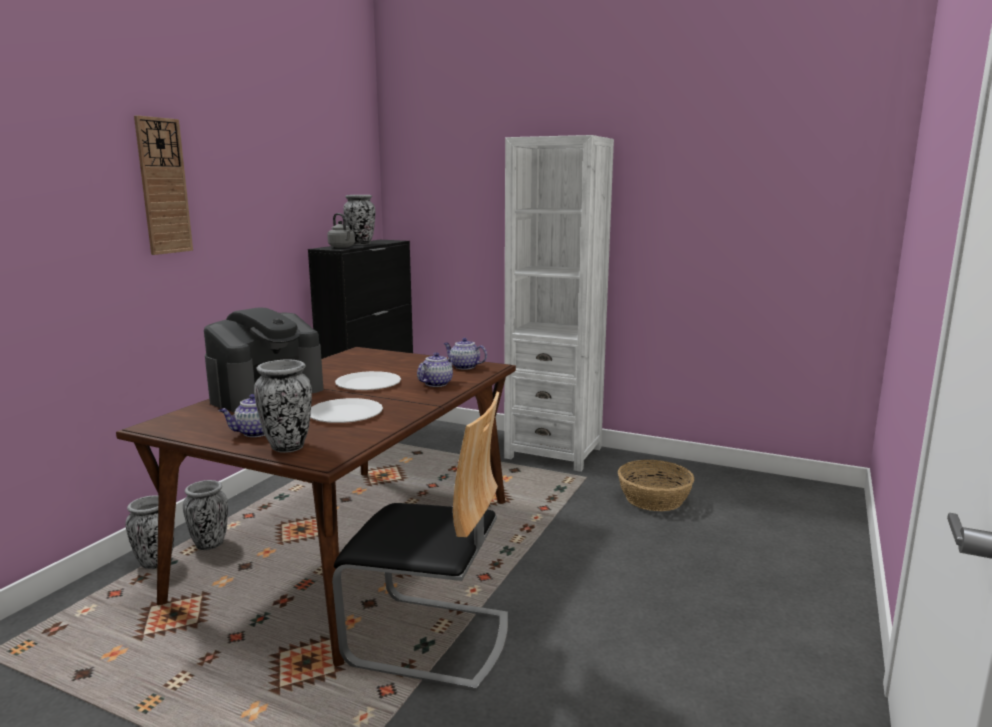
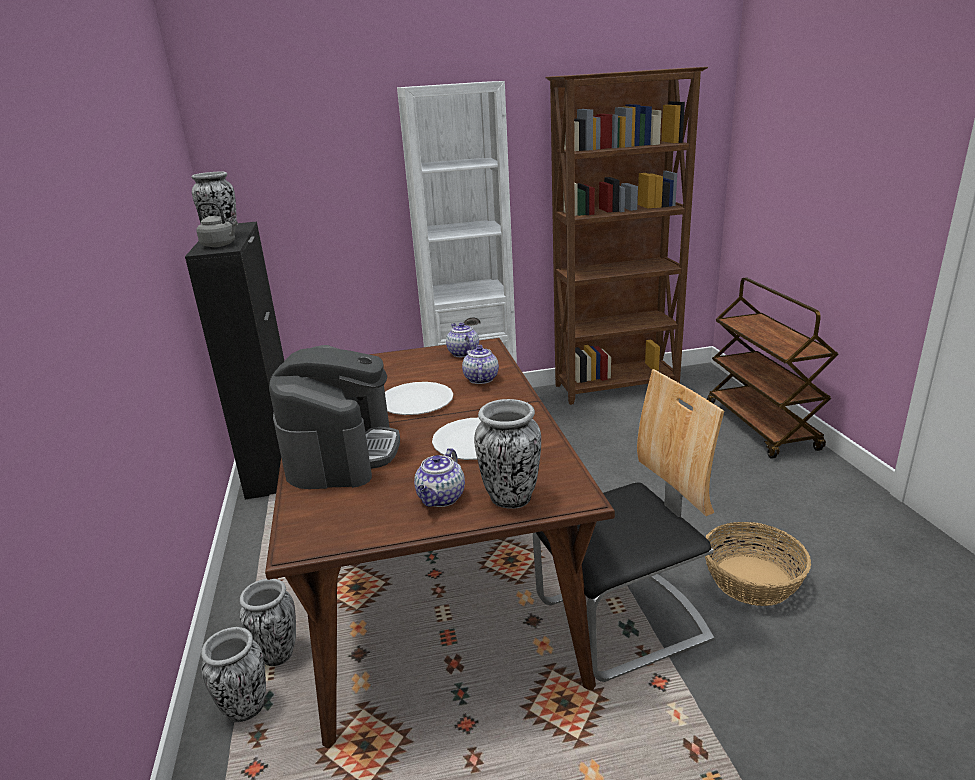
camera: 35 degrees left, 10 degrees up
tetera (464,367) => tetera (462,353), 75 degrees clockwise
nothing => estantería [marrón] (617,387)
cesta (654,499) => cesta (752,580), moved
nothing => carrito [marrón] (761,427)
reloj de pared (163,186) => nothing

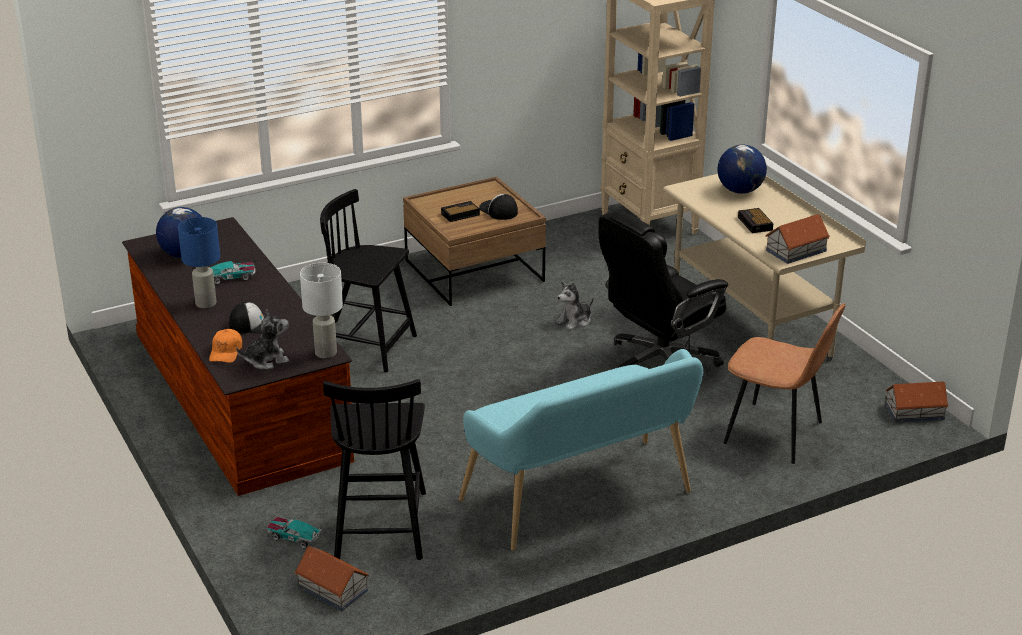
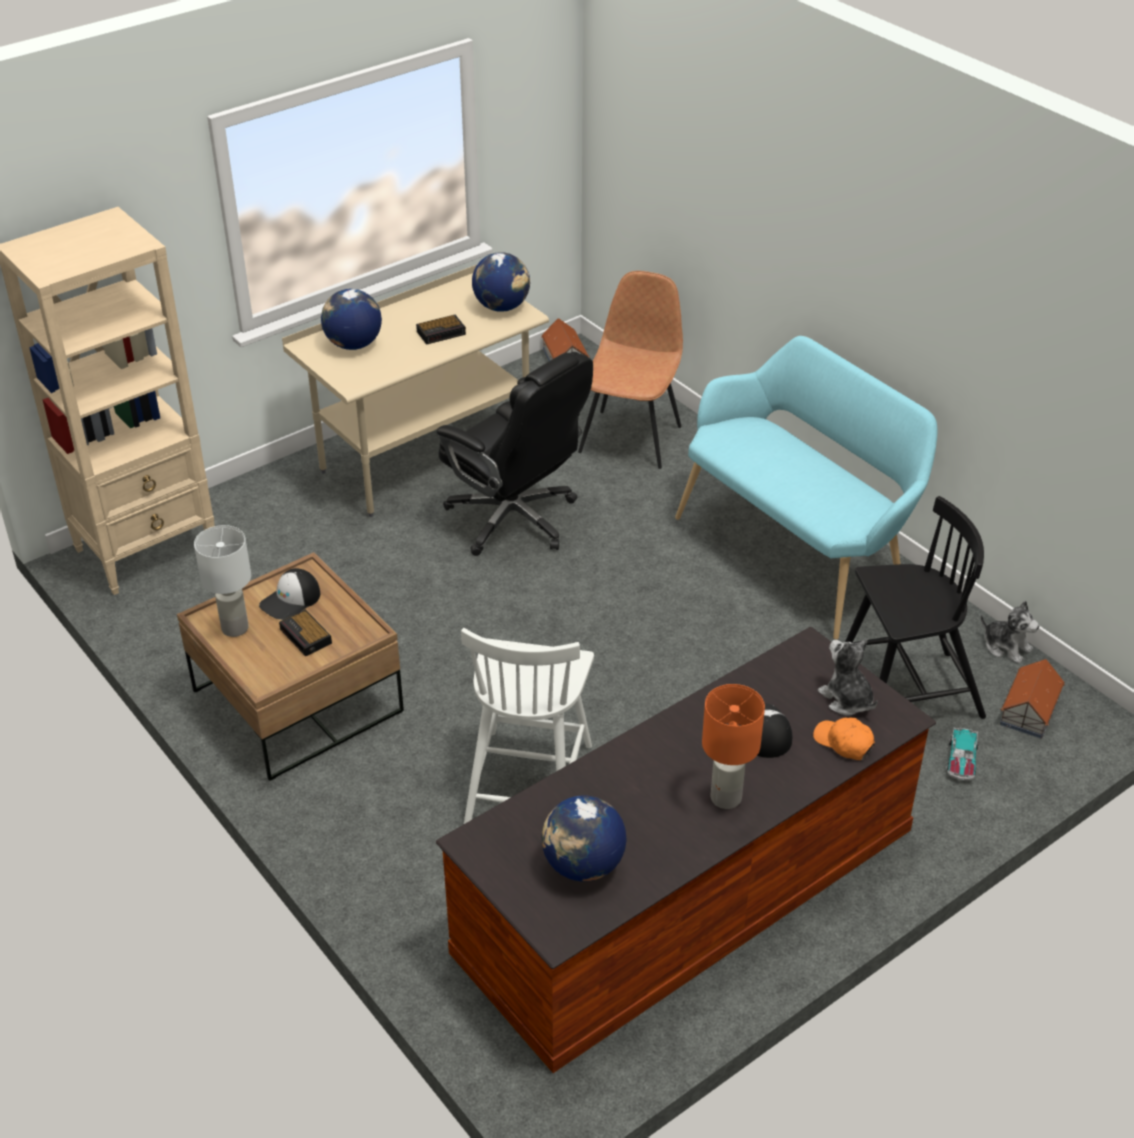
camera: 100 degrees left, 10 degrees up
lámpara de mesa [blanco] (326,353) => lámpara de mesa [blanco] (235,628), moved
silla [negro] (362,346) => silla [blanco] (528,782)
casita (796,250) => globo terráqueo (502,307)
lámpara de mesa [azul] (205,303) => lámpara de mesa [naranja] (726,798)
gorra [naranja] (226,352) => gorra [naranja] (843,743), 135 degrees counterclockwise
peluche (575,321) => peluche (1006,647), moved
coche de juguete (231,277) => nothing

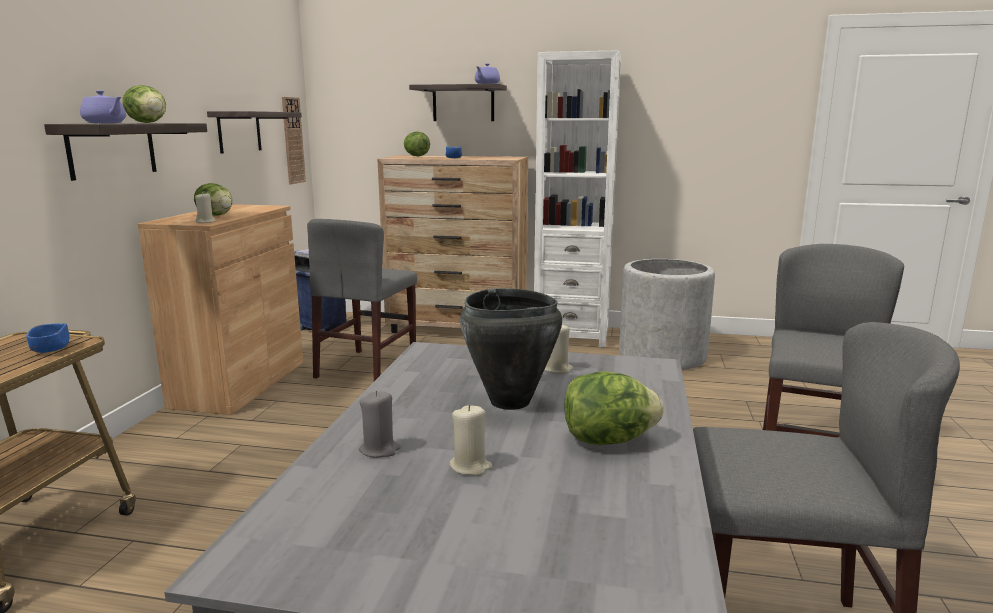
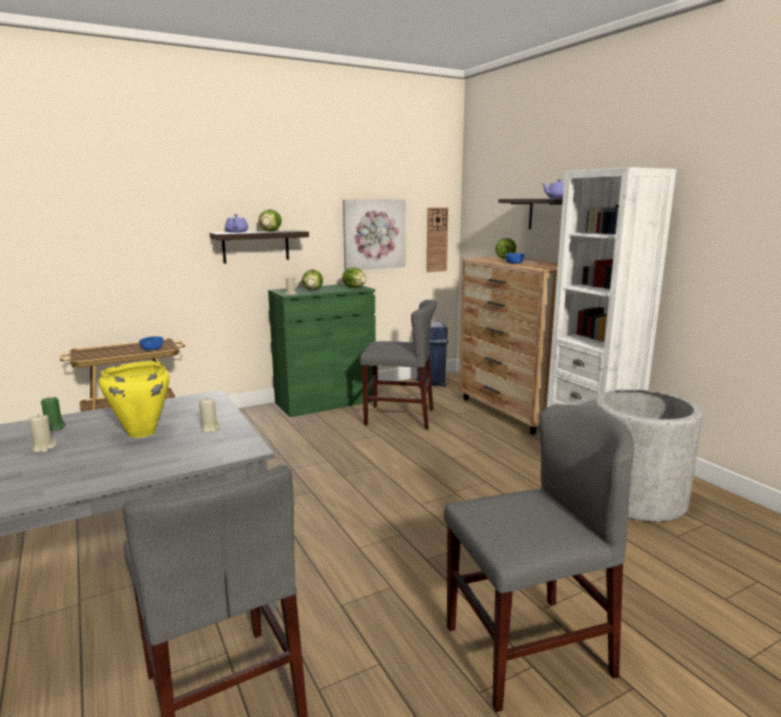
camera: 50 degrees right, 0 degrees up
vela [gris] (380,450) => vela [verde] (55,427)
olla [negro] (509,402) => olla [amarillo] (141,433)
armario [marrón] (240,383) => armario [verde] (325,402)
lechuga (608,440) => lechuga (354,287), moved
estante (239,132) => cuadro (374,234)
silla [gris] (367,368) => silla [gris] (399,417), 150 degrees counterclockwise

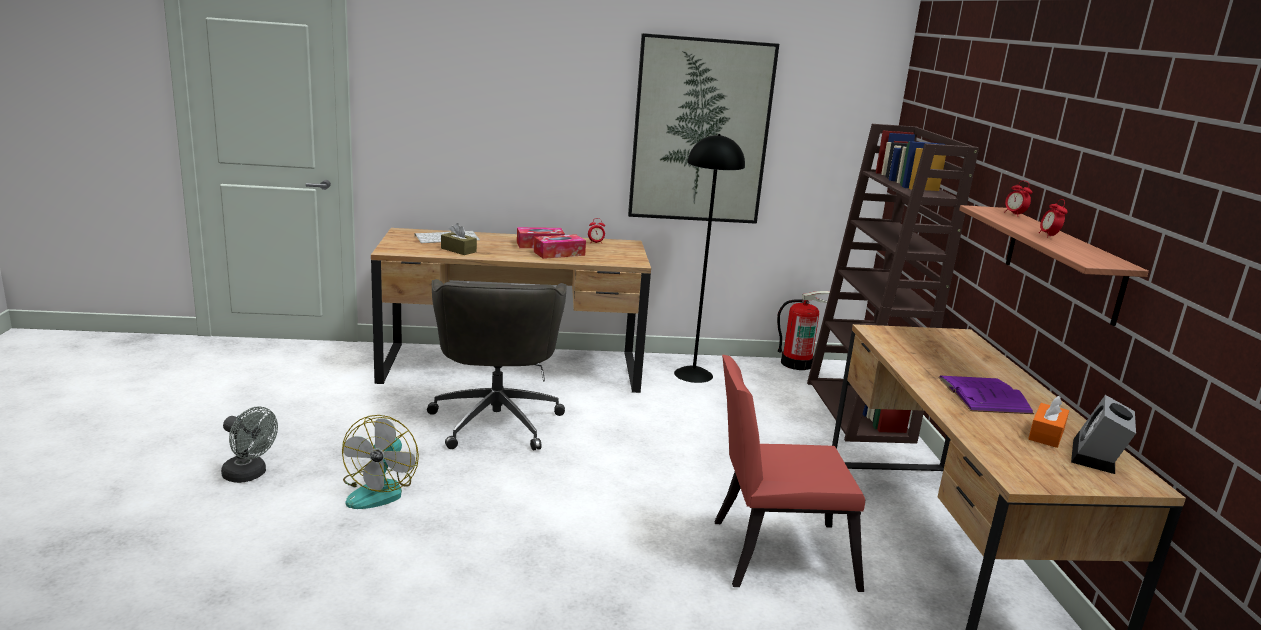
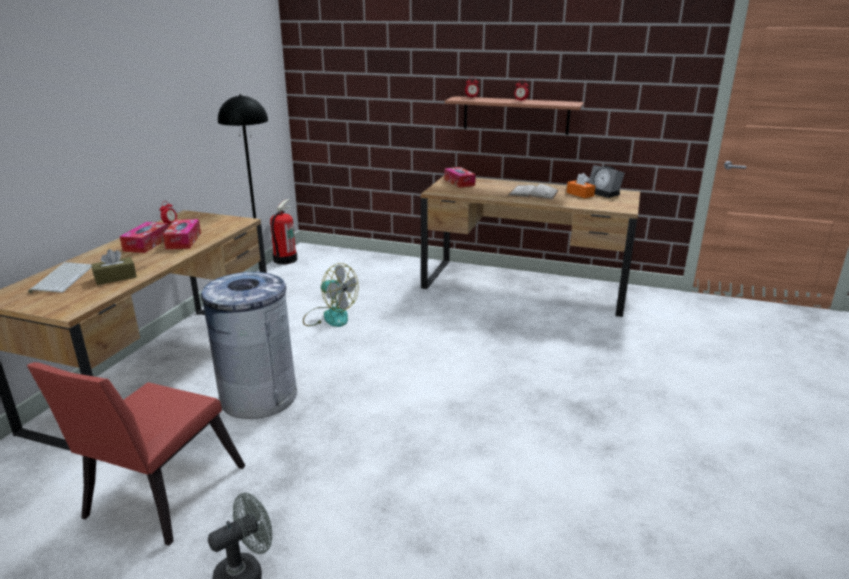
camera: 65 degrees left, 5 degrees up
silla [rojo] (773,553) => silla [rojo] (158,497), moved
silla de oficina [gris] (496,420) => papelera [gris] (258,397)
ventilador (380,490) => ventilador (329,316), moved
nothing => caja de pañuelos (459,182)
libro [morado] (984,395) => libro [blanco] (533,193)
cuadro (701,131) => nothing
estantería [marrón] (860,412) => nothing

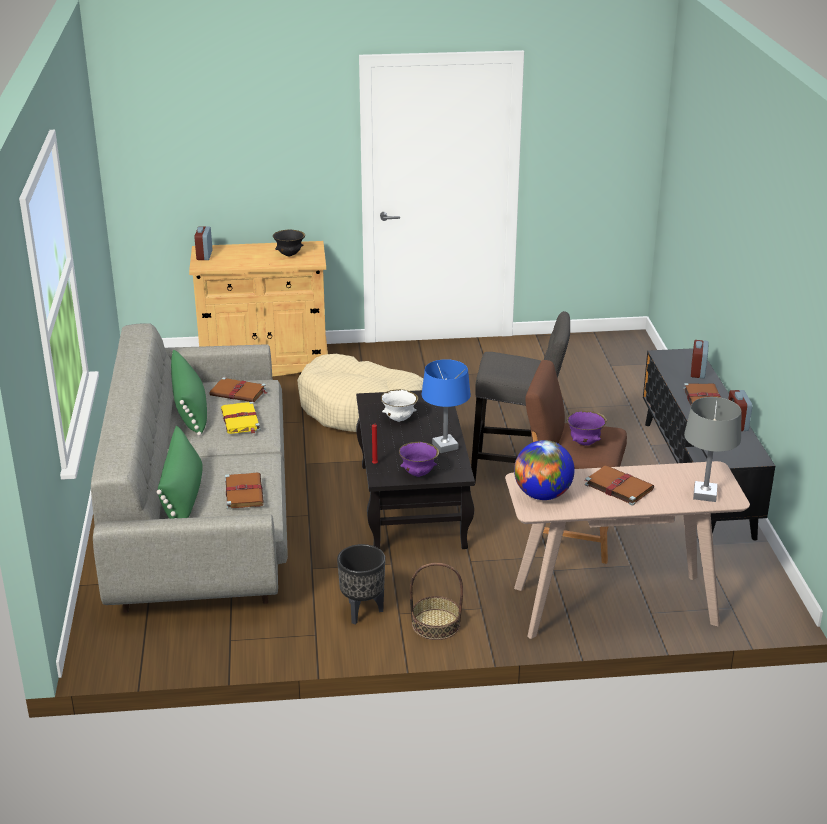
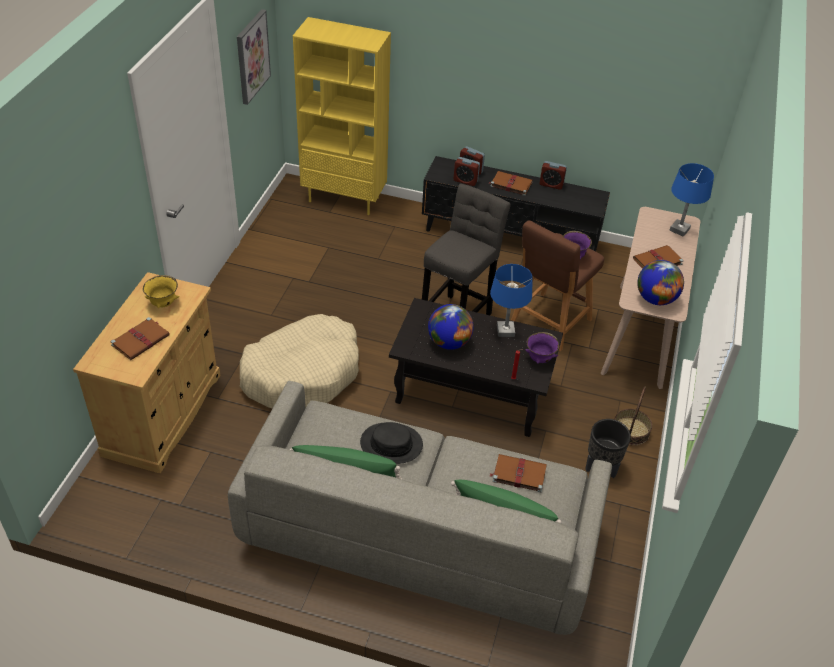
camera: 70 degrees left, 15 degrees up
libro [marrón] (239,392) => libro [marrón] (141,340), moved
cuenco [negro] (289,255) => cuenco [amarillo] (163,303)
nothing => cuadro (252,56)
nothing => estantería [amarillo] (344,199)
libro [amarillo] (240,420) => sombrero [negro] (391,444)
cuenco [blanco] (399,419) => globo terráqueo (449,342)
despertador (204,255) => despertador (465,181), moved
lámpara de mesa [gris] (705,494) => lámpara de mesa [azul] (679,229)

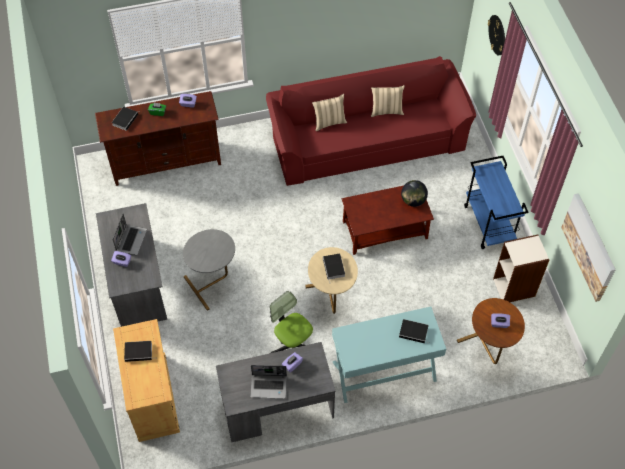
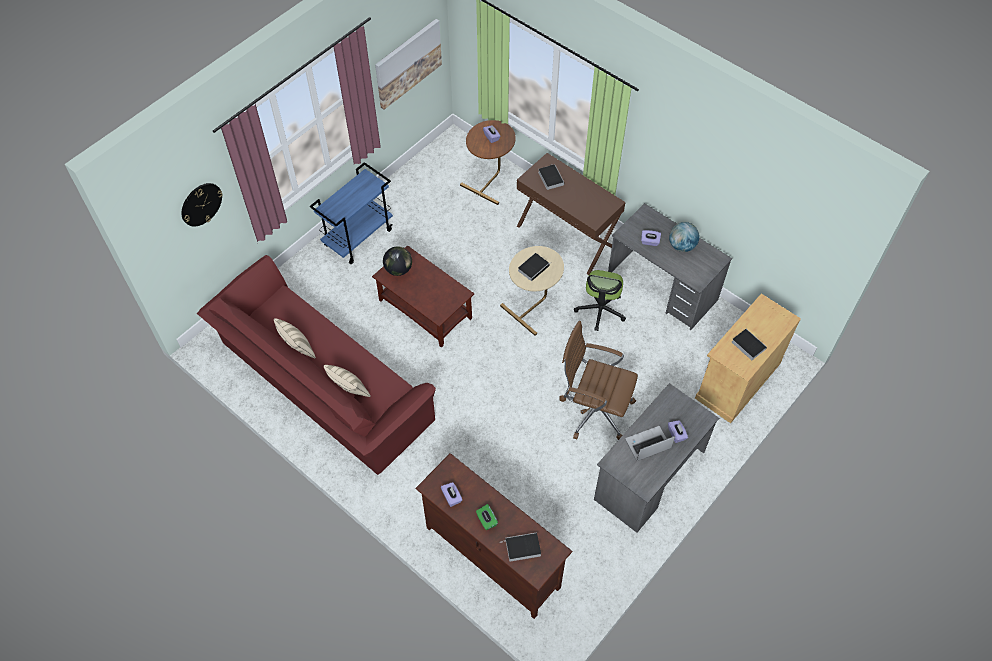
camera: 125 degrees left, 0 degrees up
mesa consola [turquesa] (384,371) => mesa consola [marrón] (566,236)
mesa auxiliar [gris] (213,283) => silla de oficina [marrón] (594,409)
portátil (269,386) => globo terráqueo (681,246)
estantería (514,287) => nothing

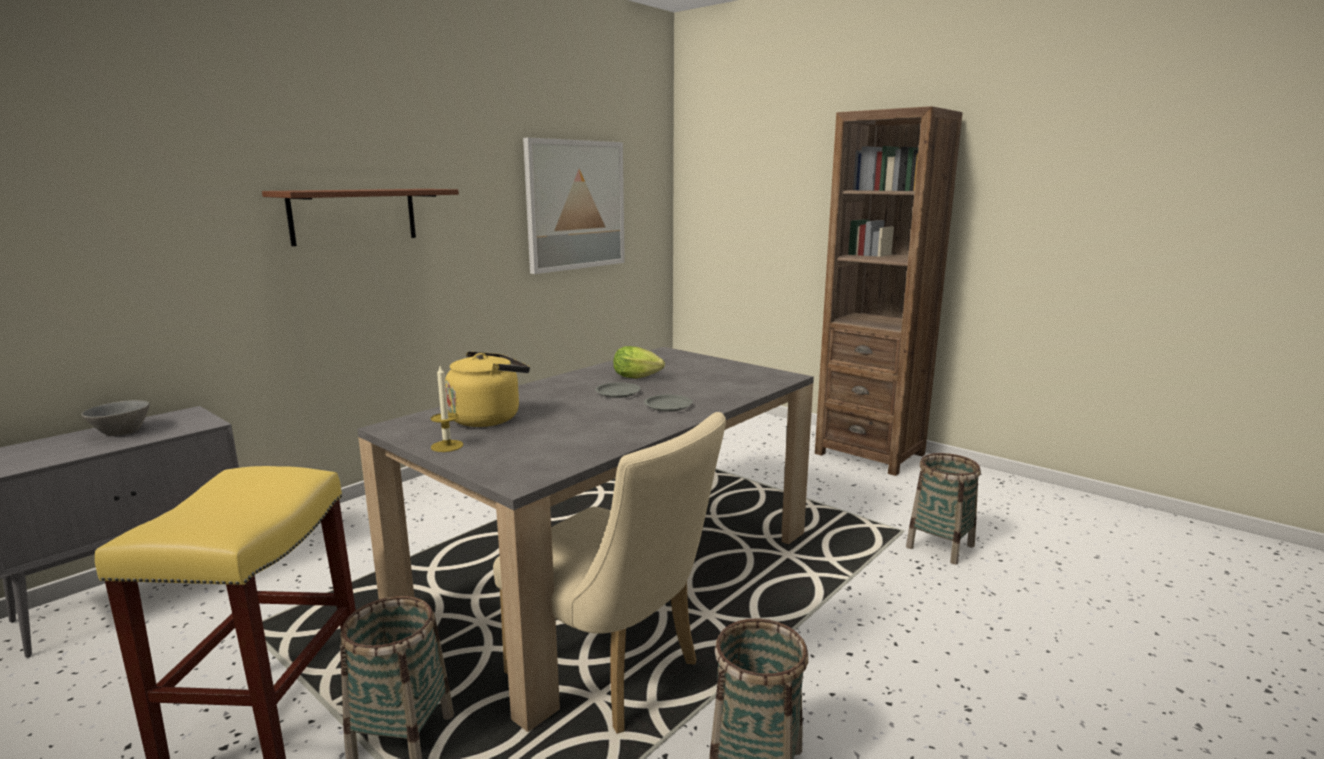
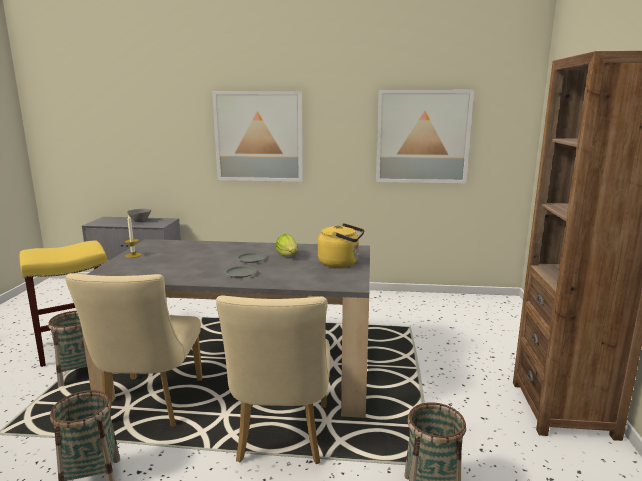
camera: 55 degrees right, 0 degrees up
estante [marrón] (354,215) => cuadro (259,136)
nothing => silla [beis] (281,438)
hervidor [amarillo] (489,418) => hervidor [amarillo] (341,263), moved

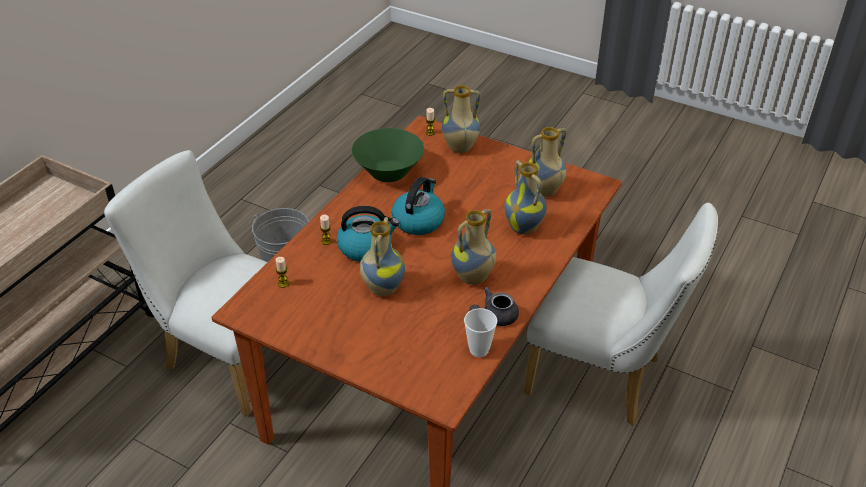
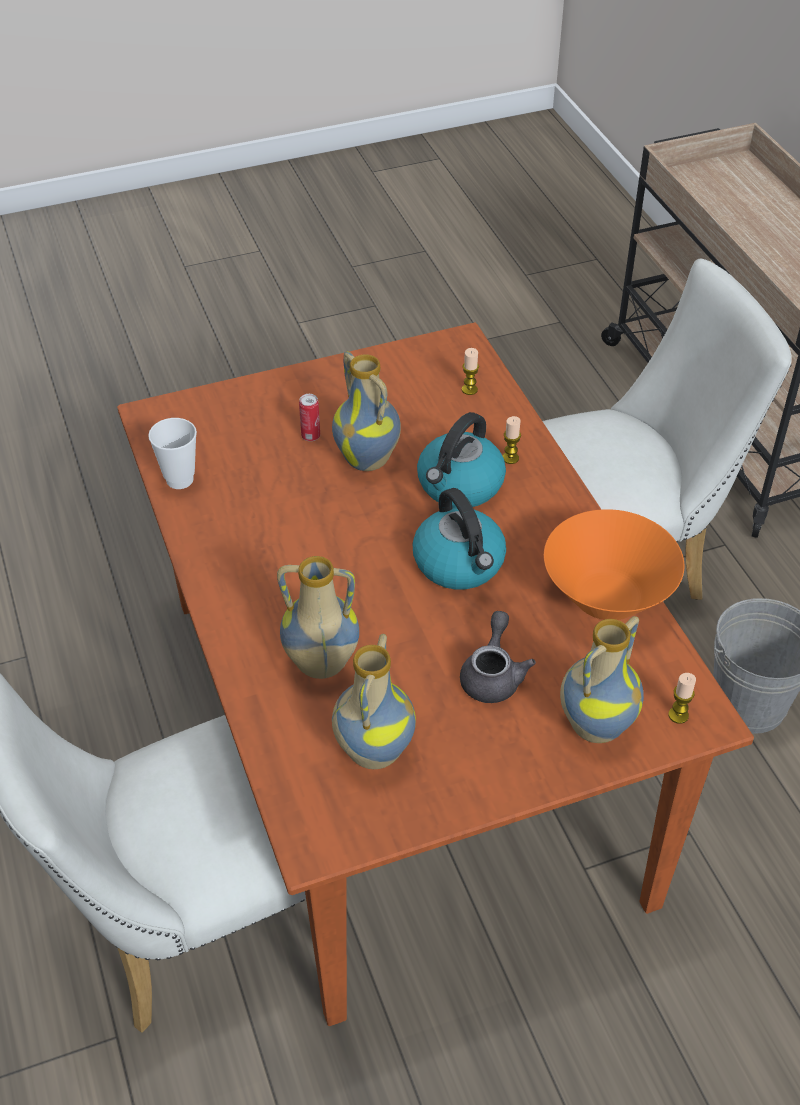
camera: 130 degrees right, 5 degrees up
nothing => lata (310,436)
tetera [gris] (494,316) => tetera [gris] (493,675), moved
cuenco [verde] (388,173) => cuenco [naranja] (607,597)
florero (473,278) => nothing

